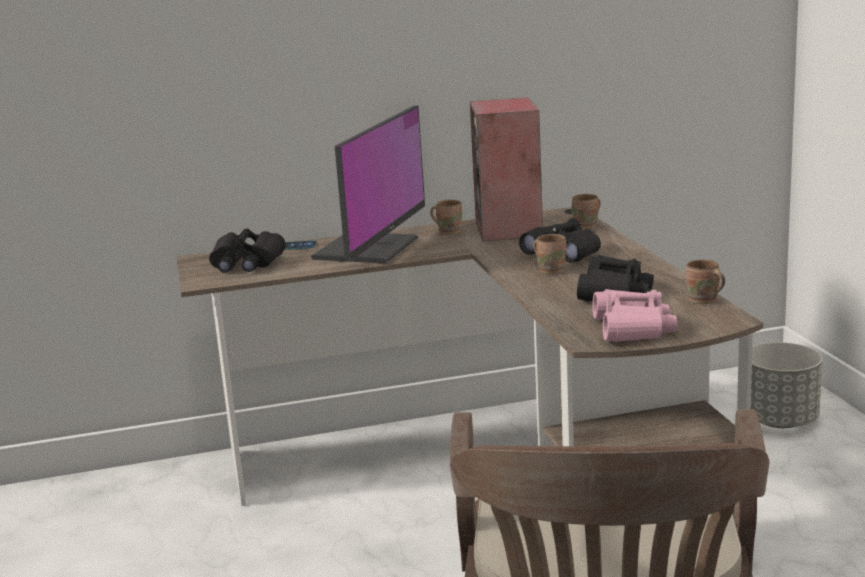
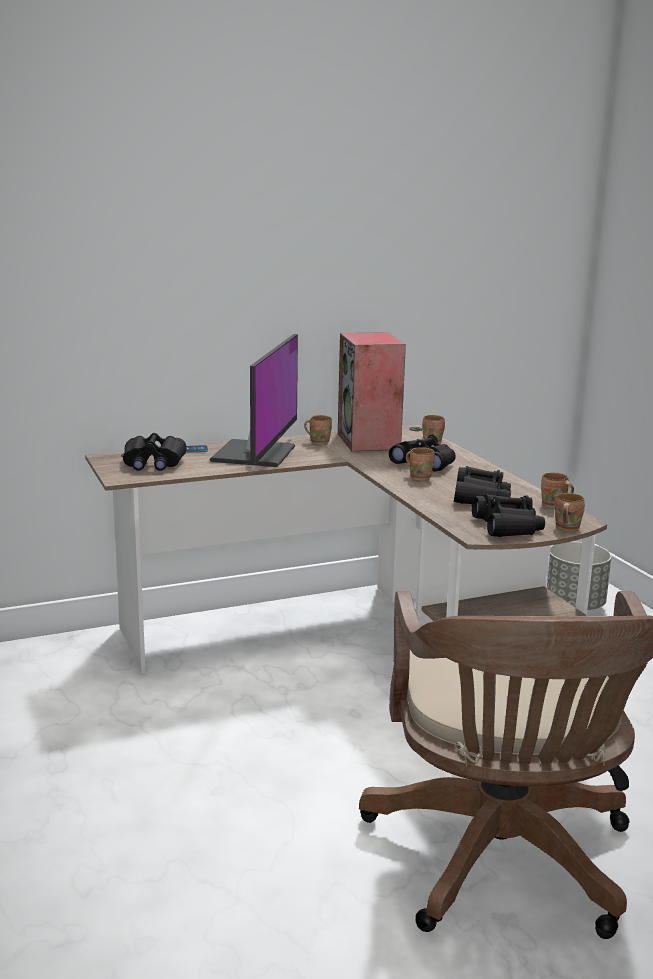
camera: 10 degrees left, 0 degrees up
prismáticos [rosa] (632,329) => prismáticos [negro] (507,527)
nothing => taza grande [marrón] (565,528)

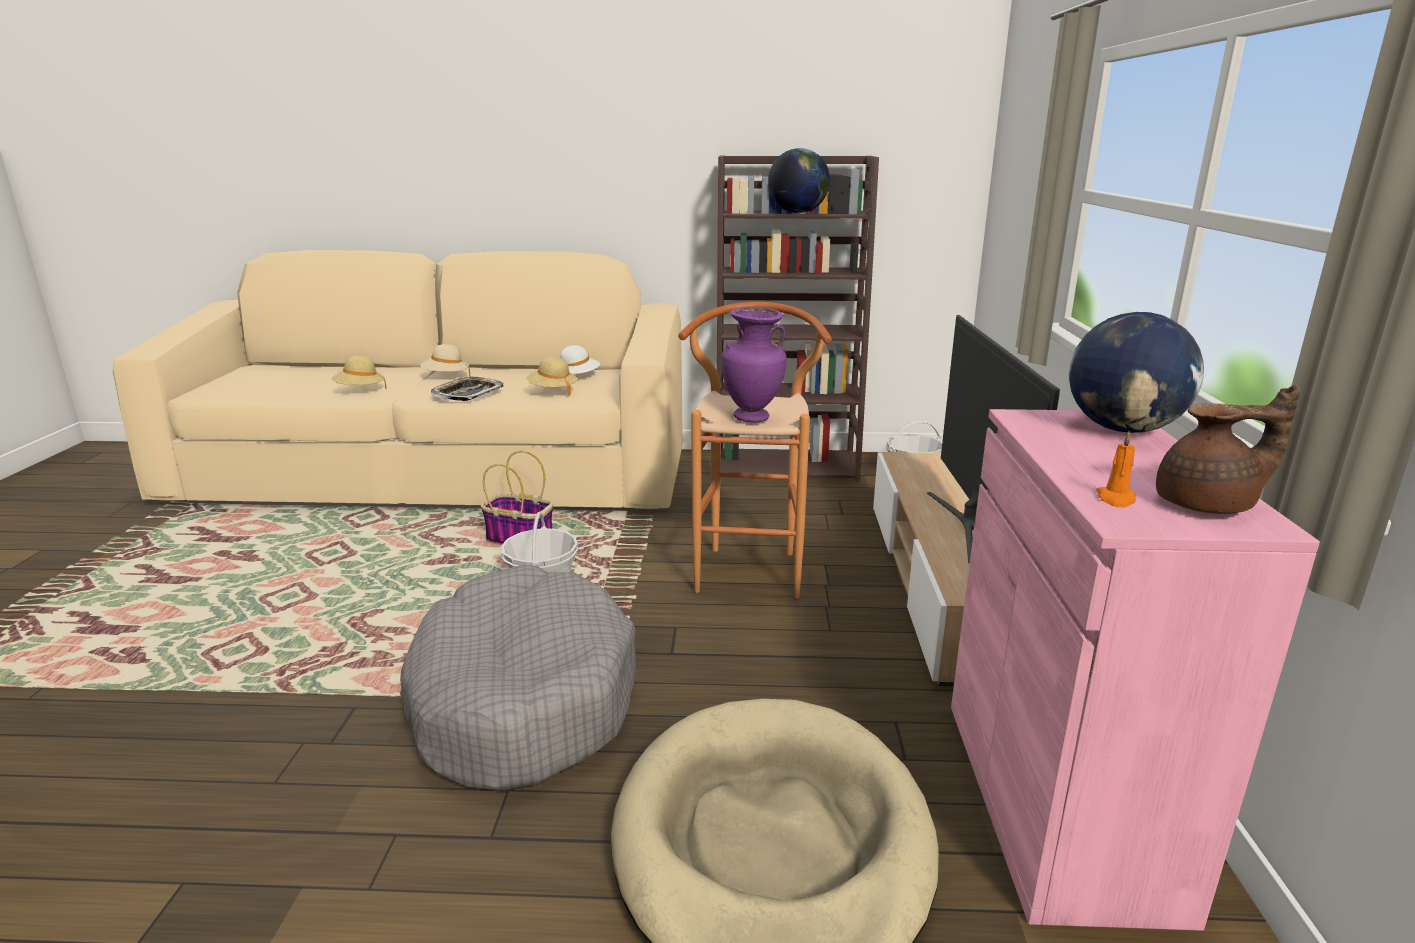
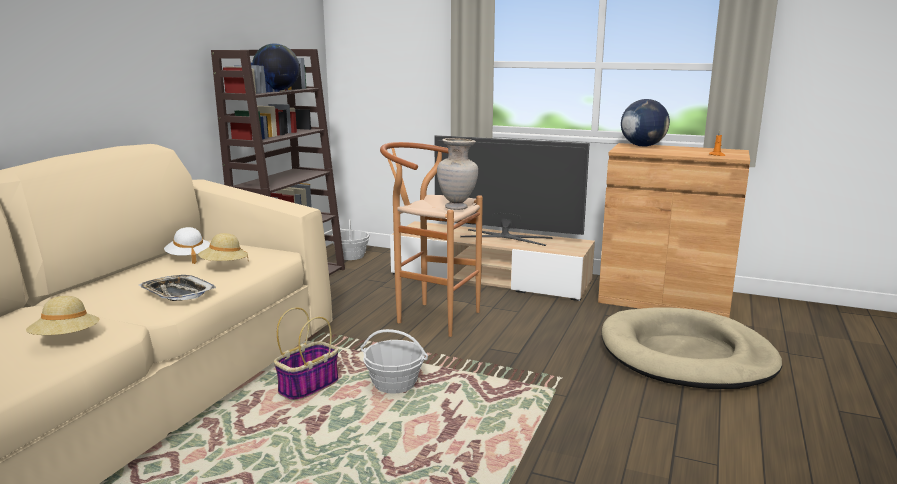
camera: 70 degrees left, 5 degrees down
florero [morado] (752,418) => florero [beis] (457,208)
armario [rosa] (1056,801) => armario [marrón] (664,301)
cama para perro [gris] (521,699) => nothing
sombrero [beis] (446,377) => nothing
tetera [marrón] (1209,505) => nothing

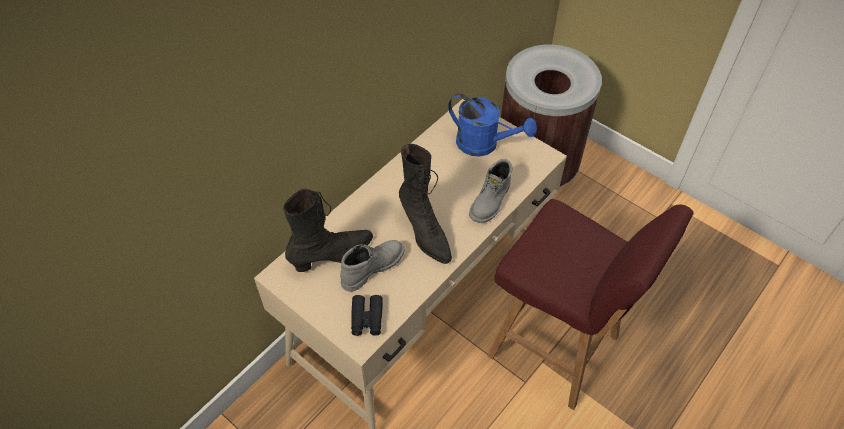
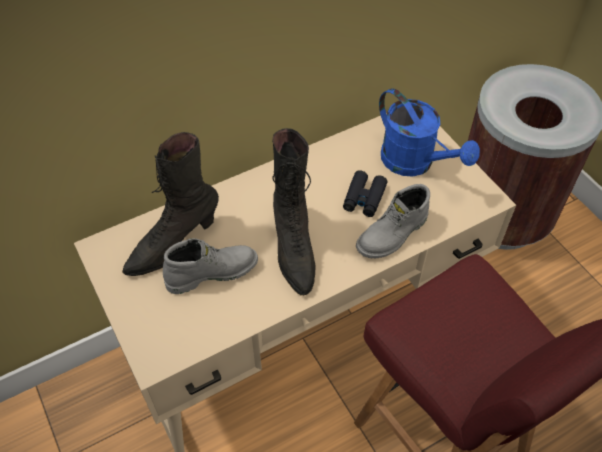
camera: 20 degrees right, 0 degrees up
bota [negro] (332,256) => bota [negro] (173,244), 150 degrees clockwise
prismáticos [negro] (367,318) => prismáticos [negro] (364,198), moved

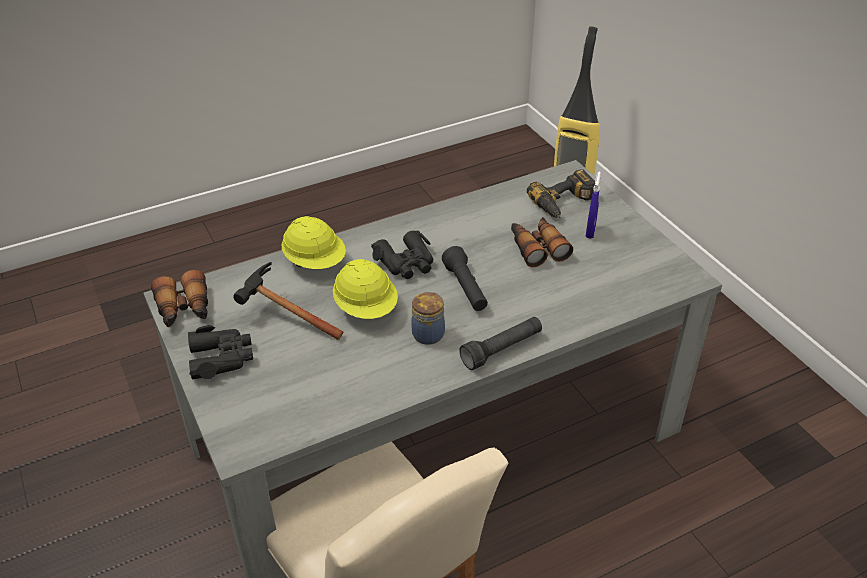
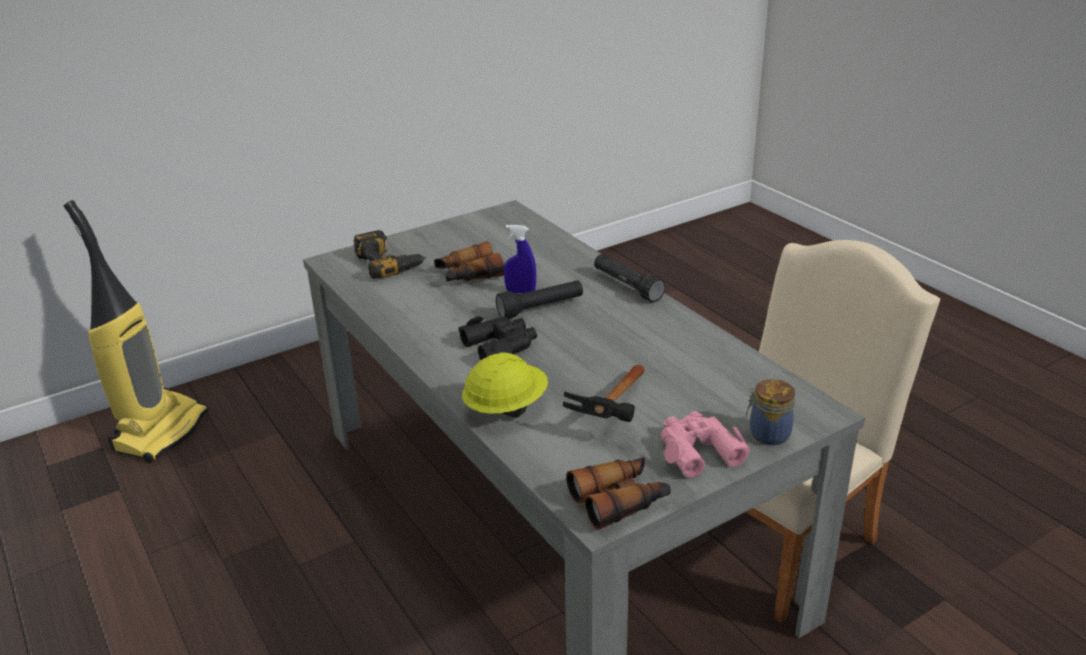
camera: 95 degrees left, 10 degrees down
pulverizador [azul] (590,232) => pulverizador [azul] (520,292), moved
prismáticos [negro] (221,358) => prismáticos [rosa] (698,450)
tarro (429,333) => tarro (767,434), moved
casco [amarillo] (366,308) => nothing

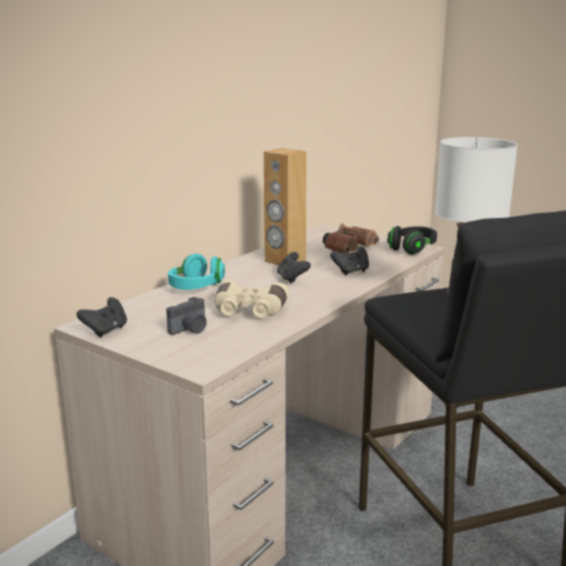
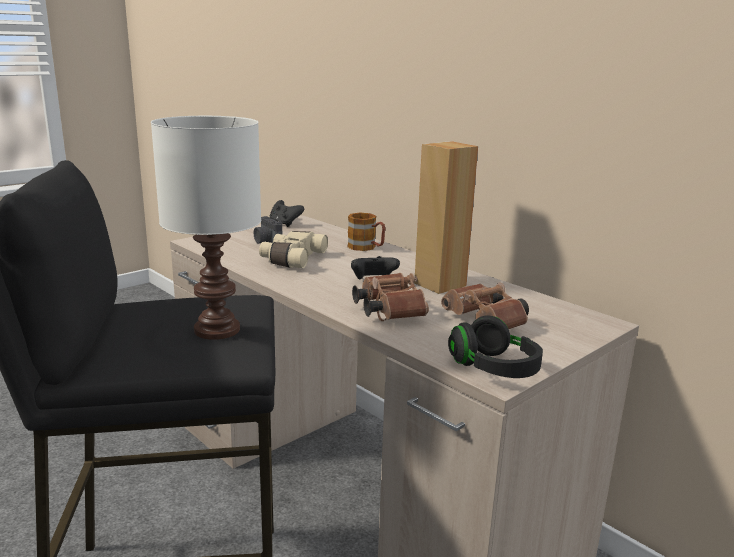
camera: 100 degrees right, 0 degrees up
auriculares [turquesa] (196,287) => taza grande (366,247)
mando de consola [negro] (351,272) => prismáticos [marrón] (387,311)

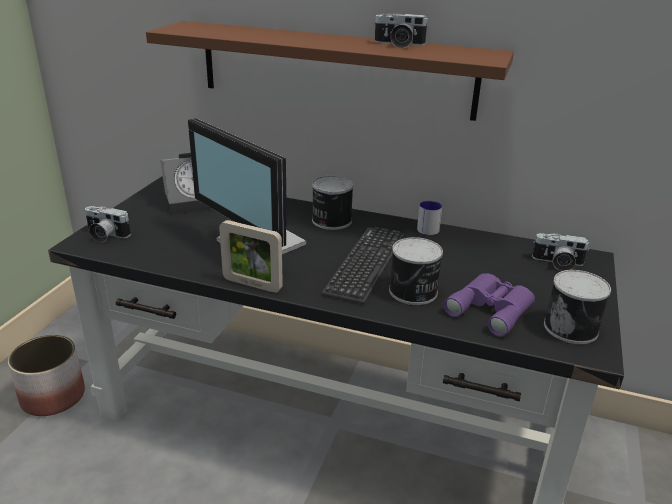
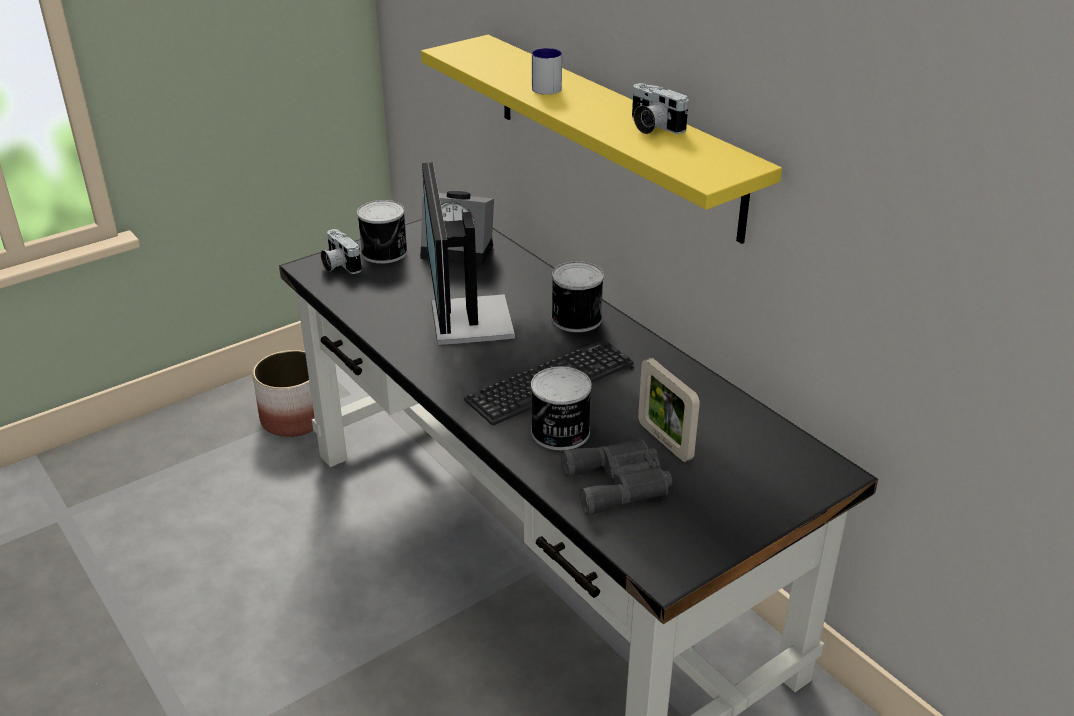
camera: 35 degrees right, 5 degrees up
lata (572,327) => lata (385,252), moved
estante [marrón] (335,69) => estante [amarillo] (614,133)
taza grande (426,228) => taza grande (548,87), moved
prismáticos [morado] (492,308) => prismáticos [gris] (620,483)
portarretratos (252,284) => portarretratos (665,441), moved
cámara (557,263) => nothing

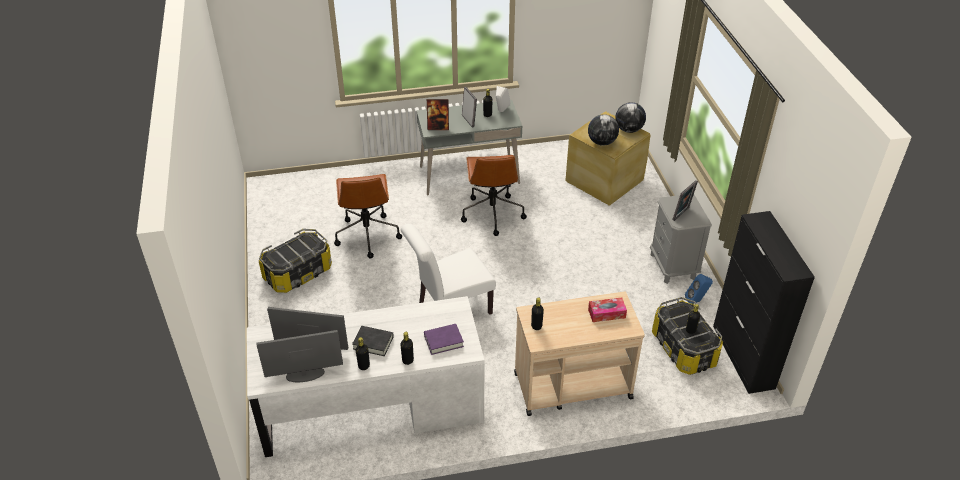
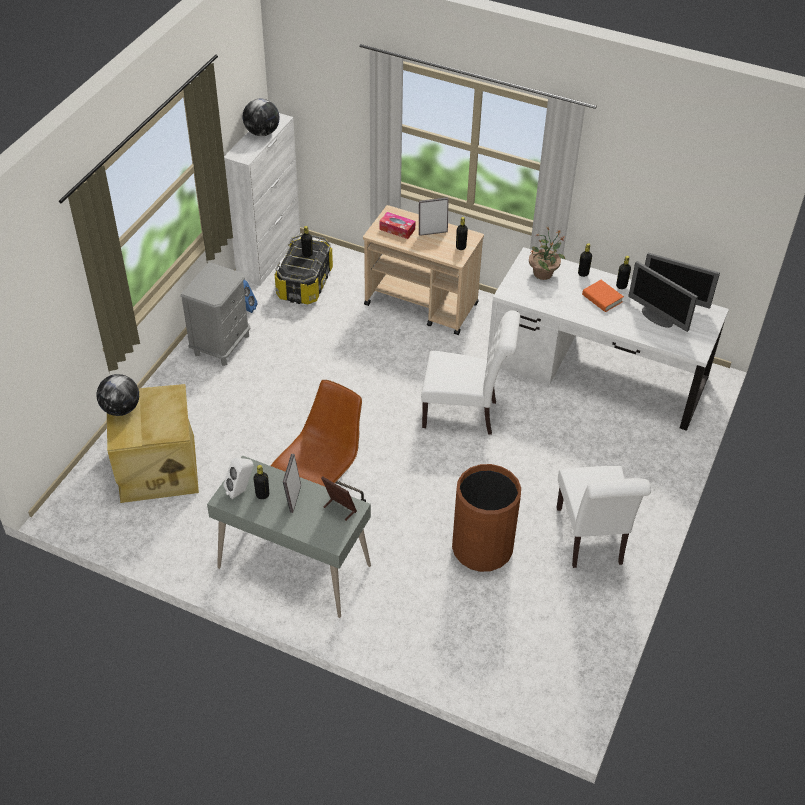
camera: 145 degrees left, 5 degrees up
armario [negro] (743,357) => armario [blanco] (269,256)
globo terráqueo (602,142) => globo terráqueo (262,133), moved
portarretratos (682,214) => portarretratos (432,232), moved
silla de oficina [marrón] (367,235) => papelera [marrón] (482,548)
libro [morado] (443,341) => planta en maceta (543,273)
caja de almacenaje (297,273) => silla [blanco] (591,540)
libro [negro] (373,343) => libro [naranja] (602,298)

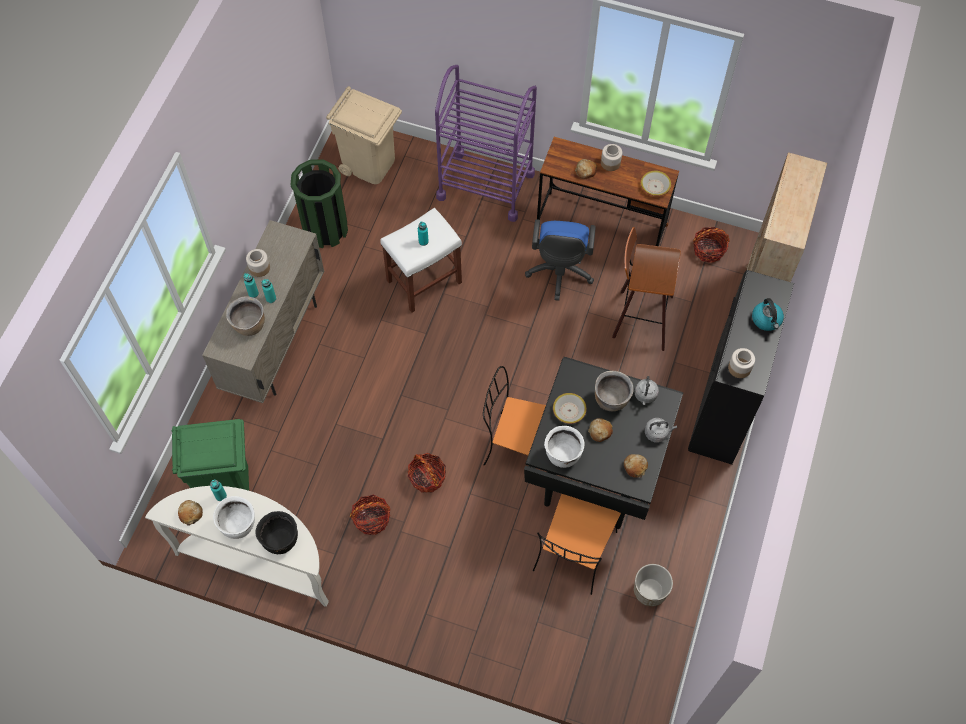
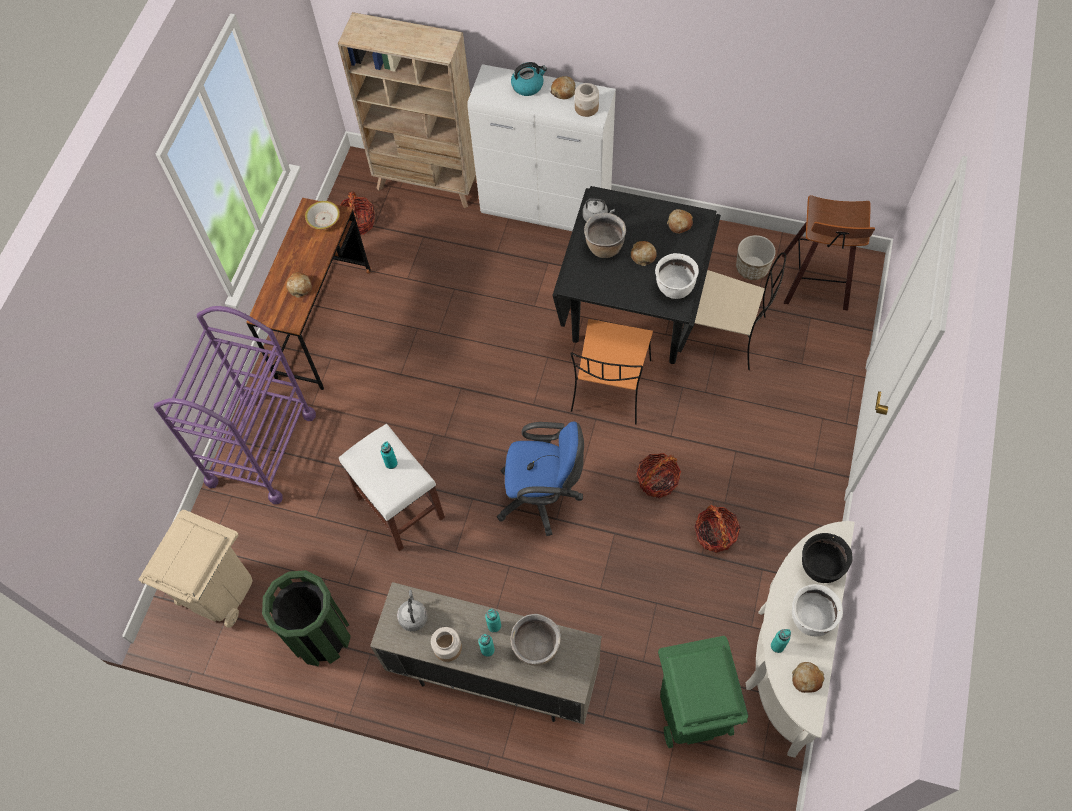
camera: 90 degrees left, 0 degrees up
hervidor [gris] (657,433) => hervidor [gris] (413,616), moved
armario [negro] (723,407) => armario [blanco] (547,209)
silla de oficina [azul] (559,273) => silla de oficina [azul] (542,497), moved
nothing => pan (563,91)
silla [naranja] (574,553) => silla [beis] (724,334)
taburete (640,318) => taburete (817,284), moved
cuenco (569,410) => nothing
tarro (610,163) => nothing

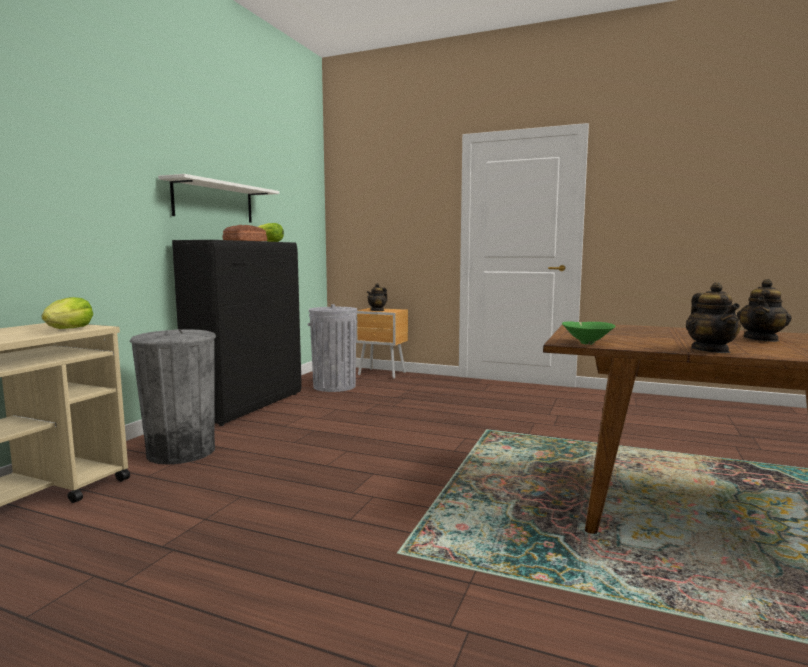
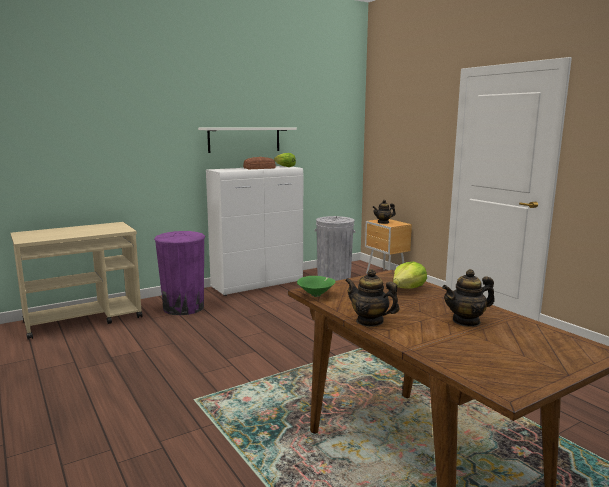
camera: 35 degrees right, 5 degrees up
papelera [gris] (181,451) => papelera [morado] (183,307)
armario [negro] (248,406) => armario [blanco] (258,284)
tetera (710,350) => tetera (370,321), 90 degrees clockwise
lechuga (69,329) => lechuga (408,288), moved

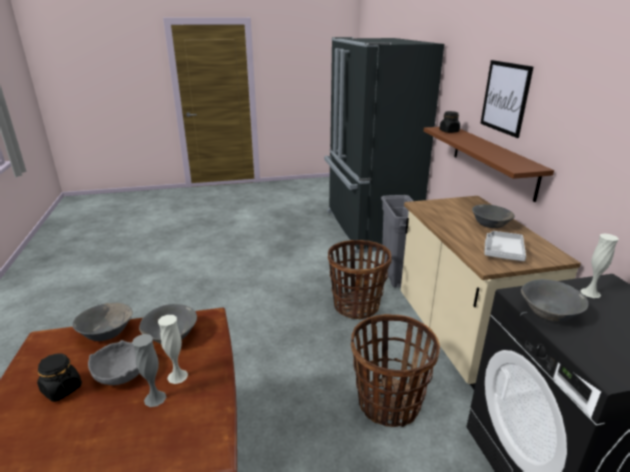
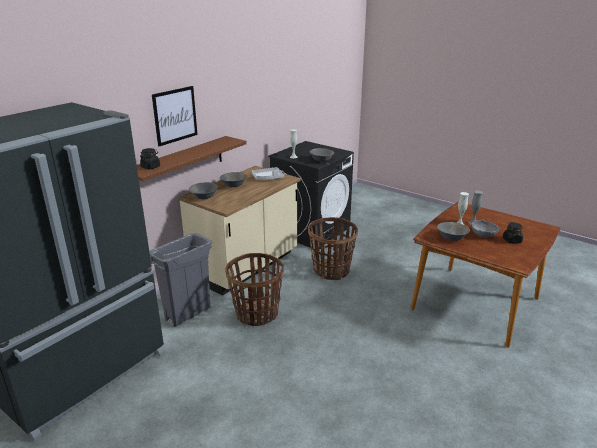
camera: 130 degrees left, 0 degrees up
cuenco [gris] (107,333) => cuenco [gris] (204,196), moved

